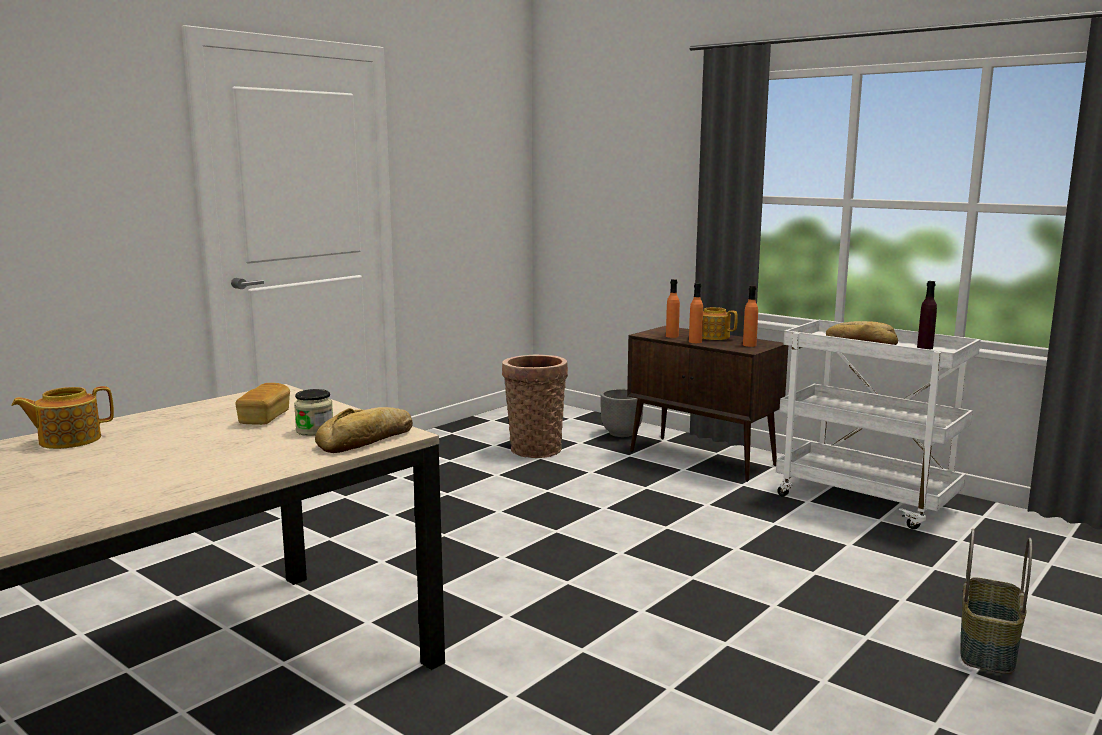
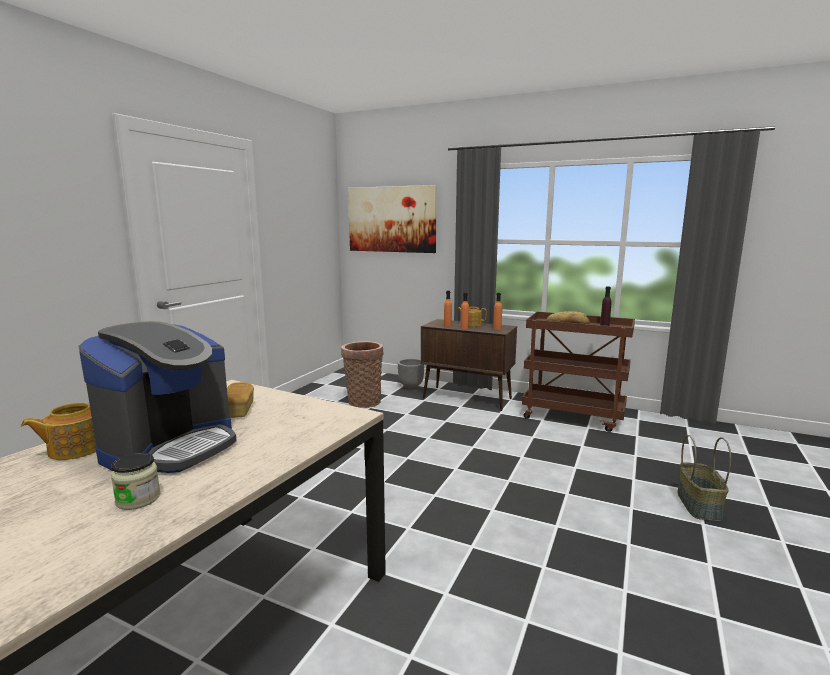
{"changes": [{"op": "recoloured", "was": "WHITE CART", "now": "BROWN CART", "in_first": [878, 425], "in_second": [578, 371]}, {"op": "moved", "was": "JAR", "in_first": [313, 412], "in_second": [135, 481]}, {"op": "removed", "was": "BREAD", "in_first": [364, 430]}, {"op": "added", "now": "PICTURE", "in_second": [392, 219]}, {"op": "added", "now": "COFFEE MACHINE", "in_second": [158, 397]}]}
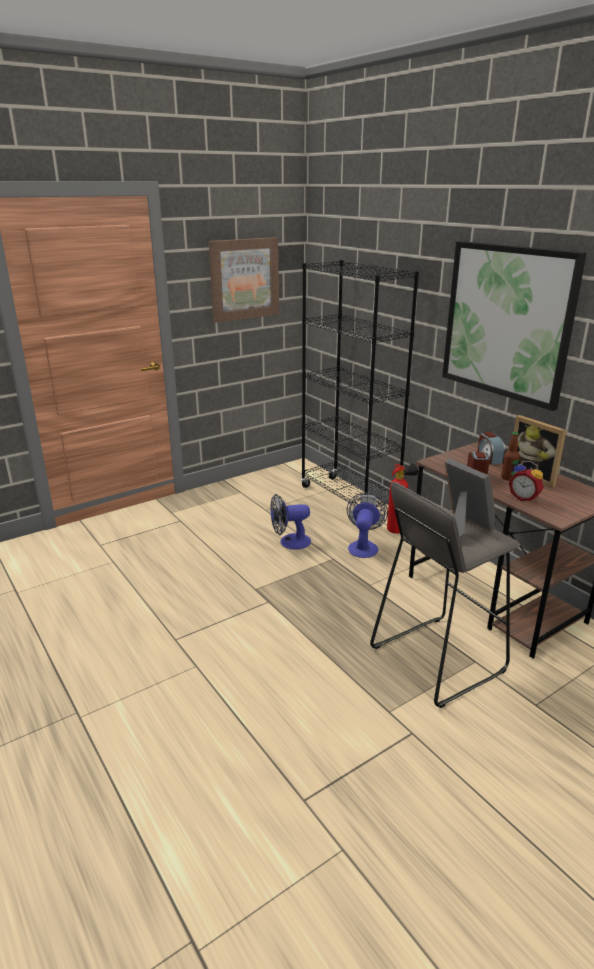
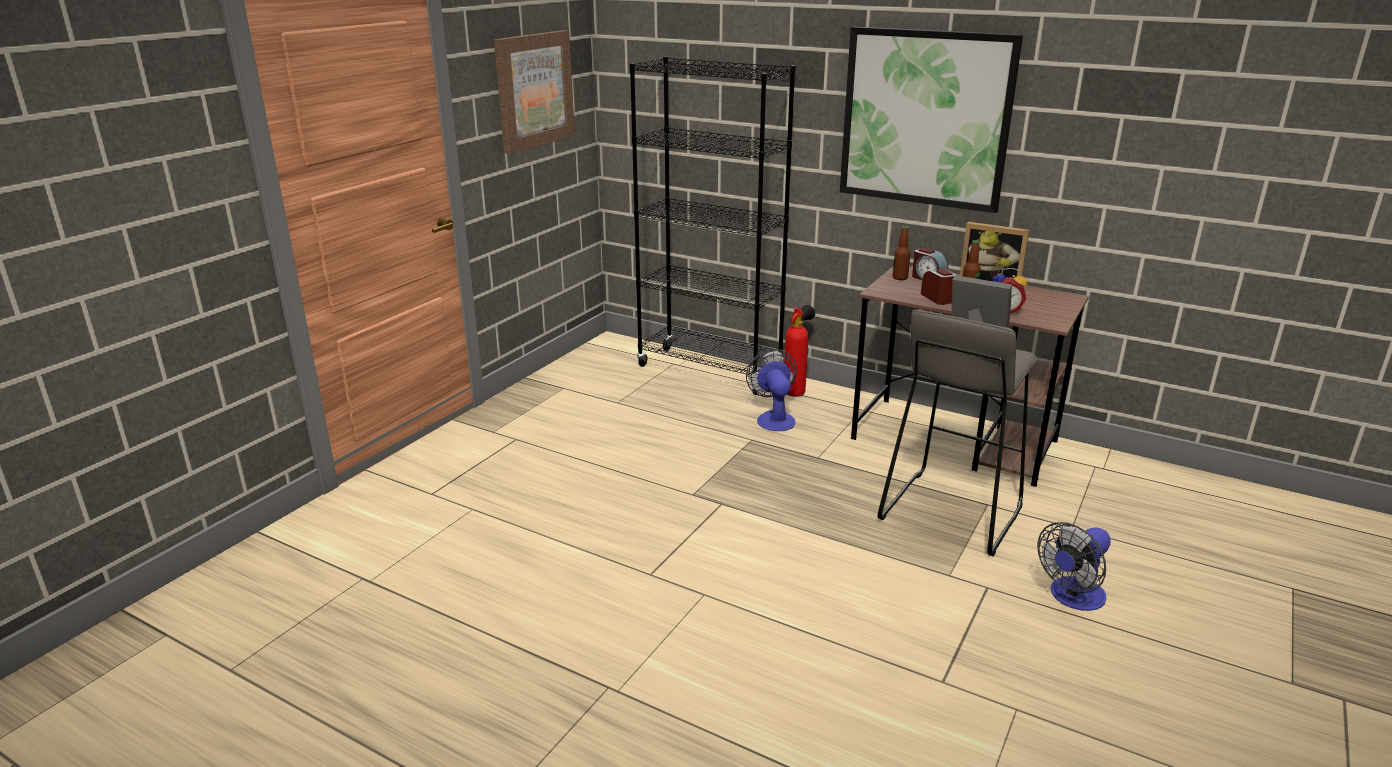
{"changes": [{"op": "moved", "was": "FAN", "in_first": [290, 522], "in_second": [1074, 566]}, {"op": "added", "now": "BOTTLE", "in_second": [901, 253]}]}
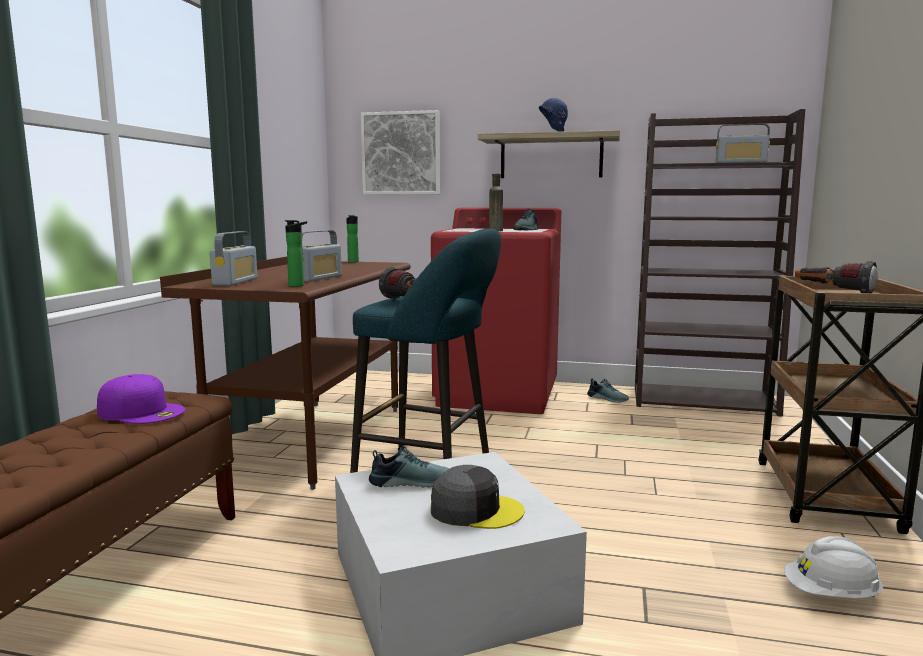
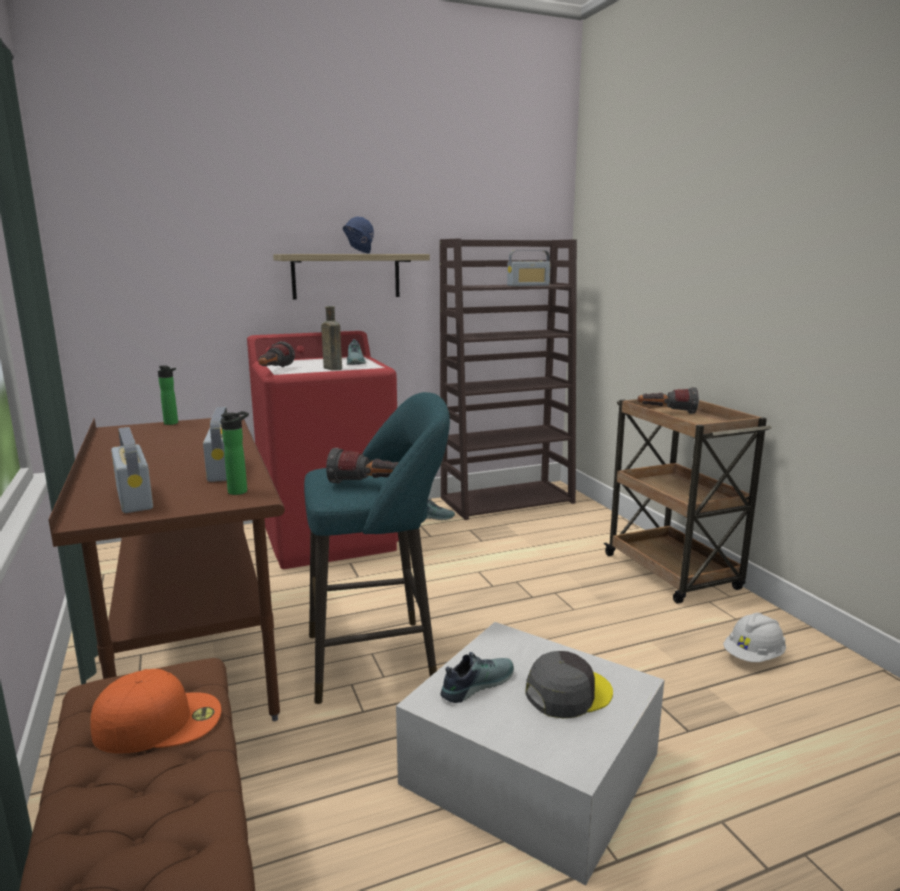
{"changes": [{"op": "removed", "was": "PICTURE", "in_first": [400, 152]}, {"op": "recoloured", "was": "PURPLE CAP", "now": "ORANGE CAP", "in_first": [141, 399], "in_second": [155, 711]}, {"op": "added", "now": "FLASHLIGHT", "in_second": [277, 354]}]}
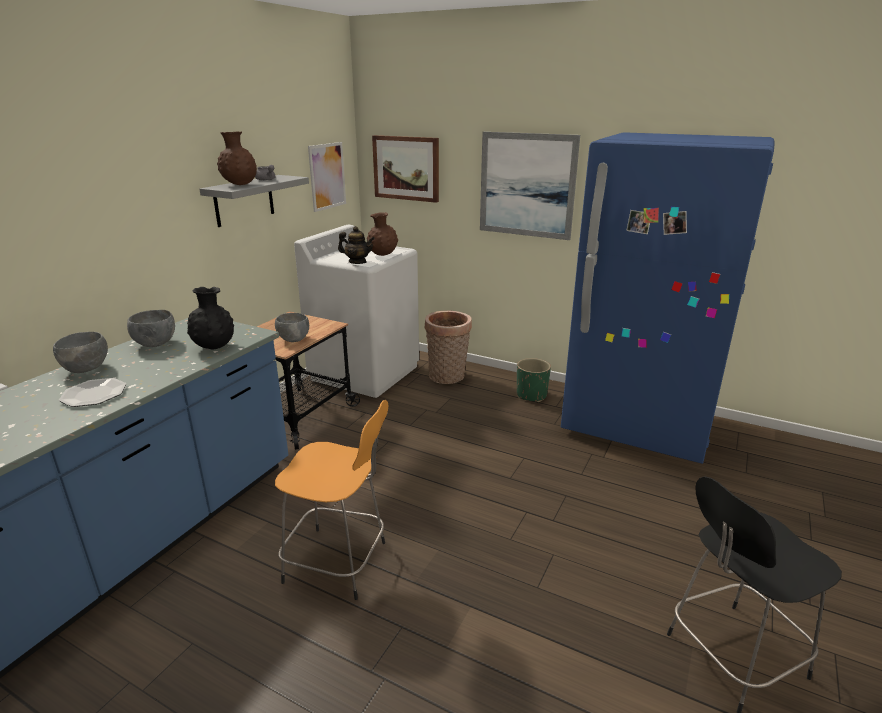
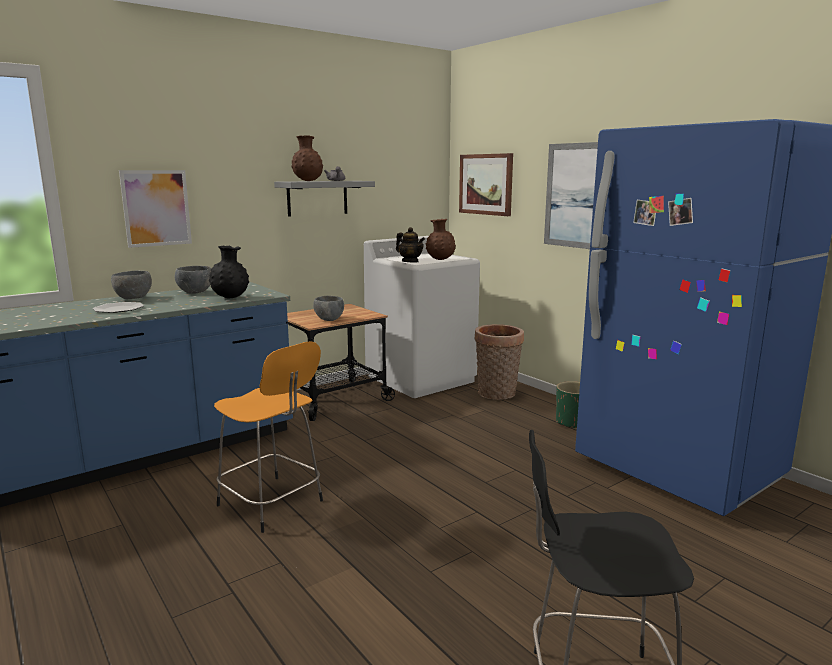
{"changes": [{"op": "moved", "was": "PICTURE", "in_first": [327, 177], "in_second": [155, 209]}]}
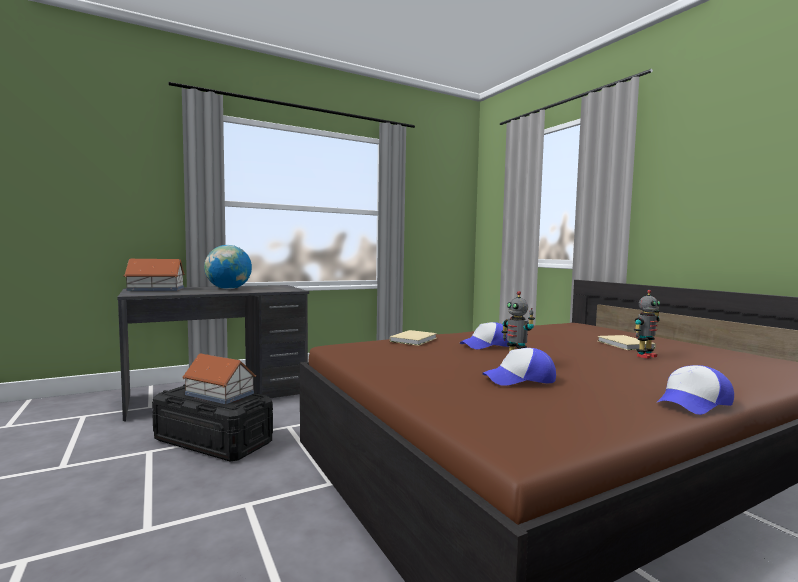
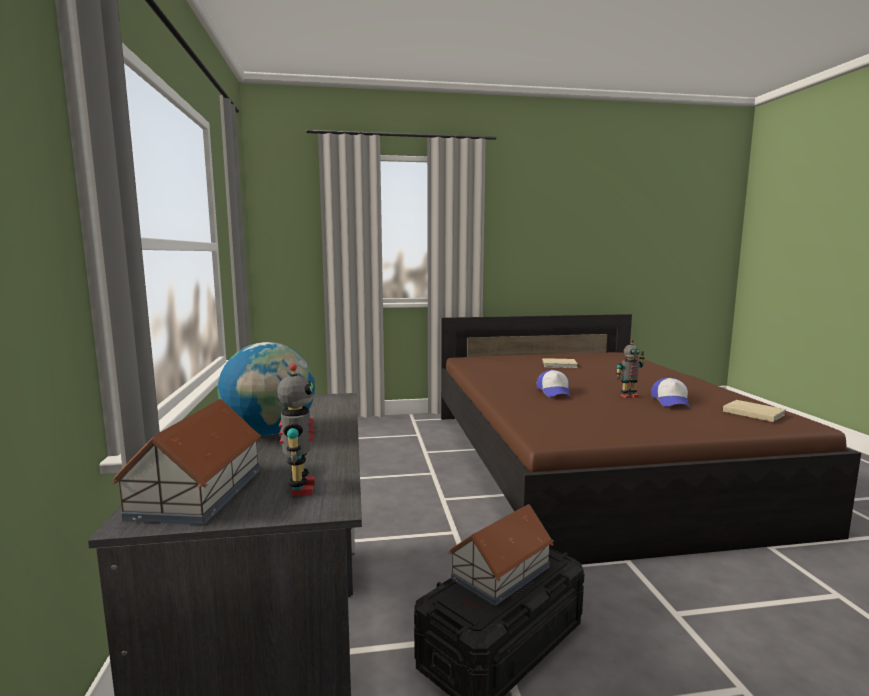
{"changes": [{"op": "moved", "was": "TOY ROBOT", "in_first": [647, 324], "in_second": [296, 430]}, {"op": "moved", "was": "BEIGE BOOK", "in_first": [413, 338], "in_second": [754, 411]}, {"op": "removed", "was": "CAP", "in_first": [695, 390]}]}
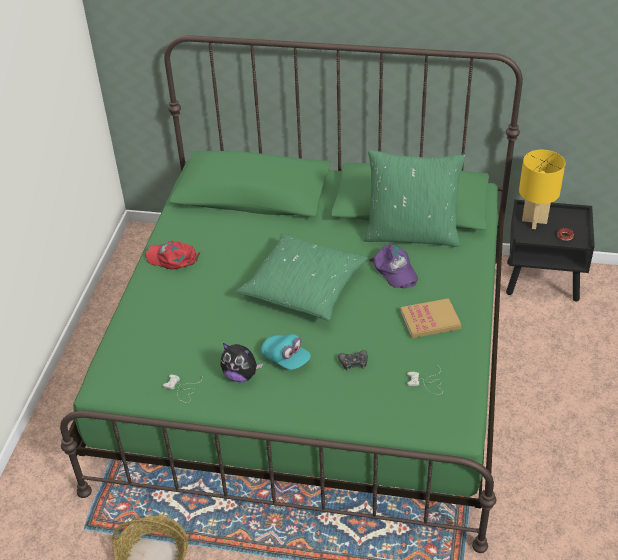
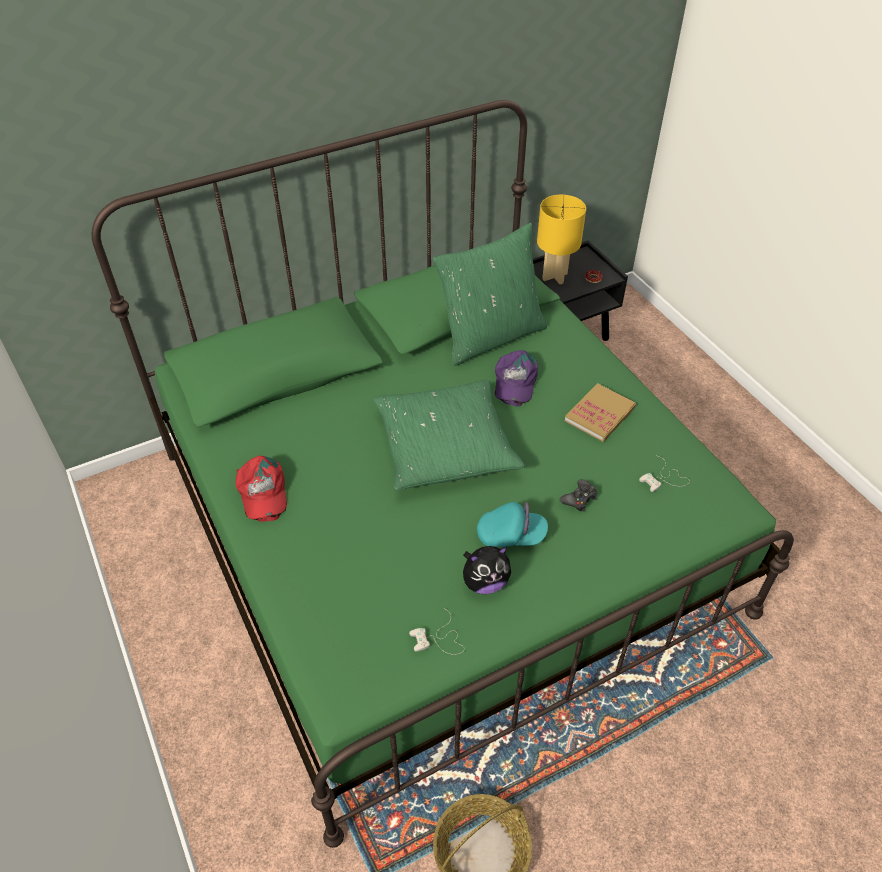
{"changes": [{"op": "turned", "was": "RED CAP", "in_first": [173, 255], "in_second": [261, 489], "clockwise": -90}, {"op": "turned", "was": "PURPLE CAP", "in_first": [393, 266], "in_second": [516, 378], "clockwise": 75}]}
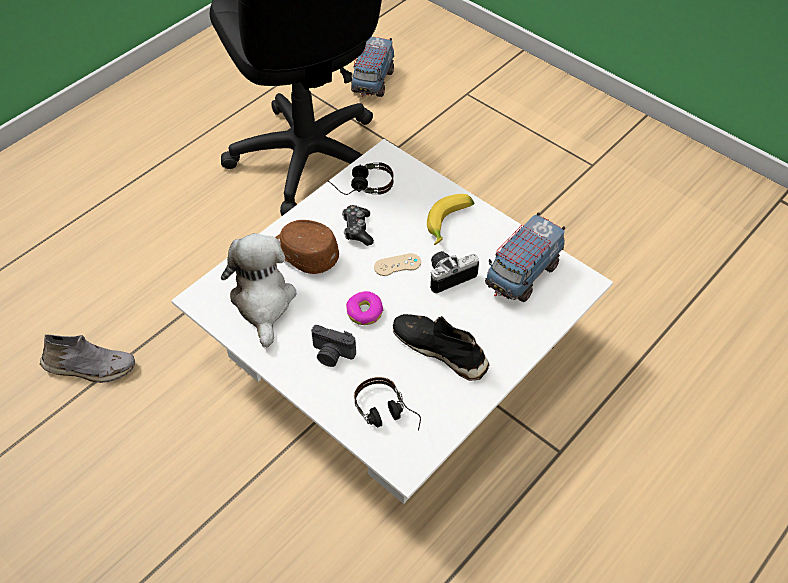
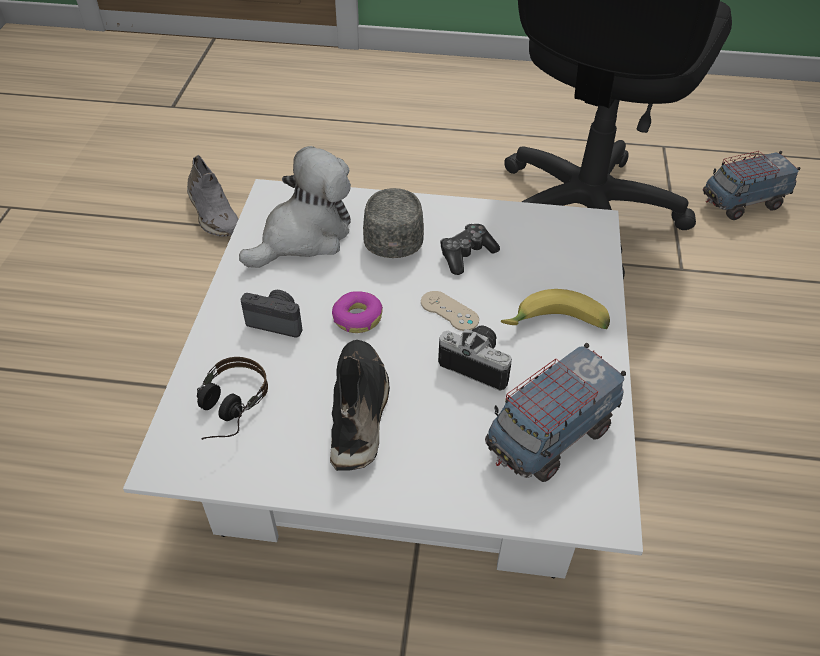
{"changes": [{"op": "removed", "was": "HEADPHONES", "in_first": [360, 178]}, {"op": "turned", "was": "TOY TRUCK", "in_first": [525, 257], "in_second": [555, 412], "clockwise": -45}, {"op": "recoloured", "was": "BROWN CAP", "now": "GREY CAP", "in_first": [307, 247], "in_second": [393, 223]}, {"op": "turned", "was": "PHOTO CAMERA", "in_first": [333, 346], "in_second": [271, 313], "clockwise": 120}]}
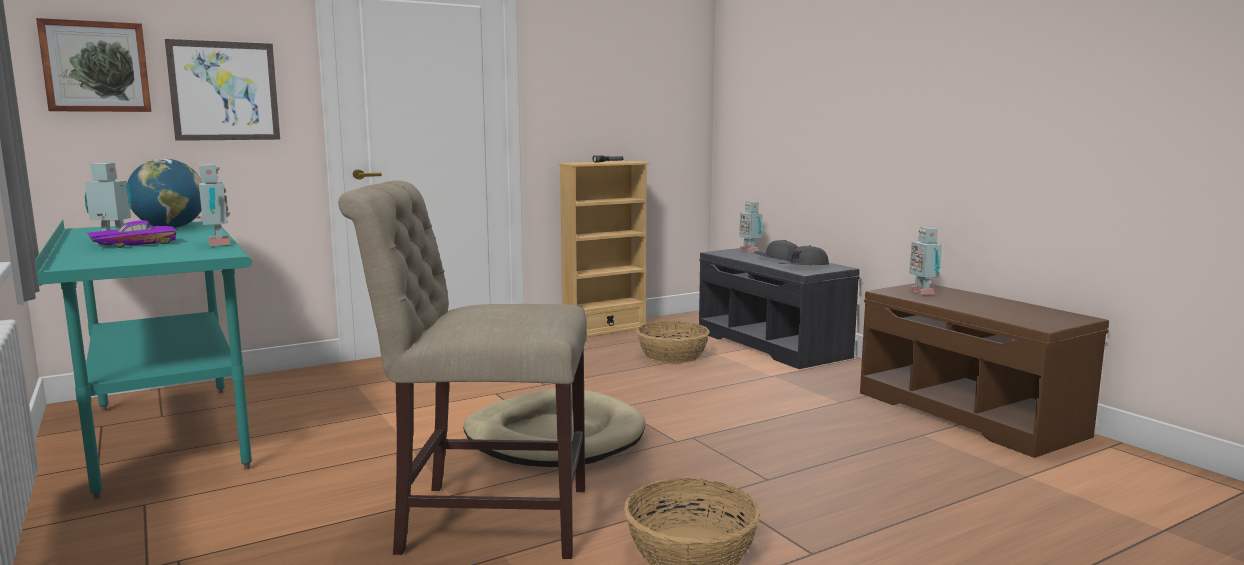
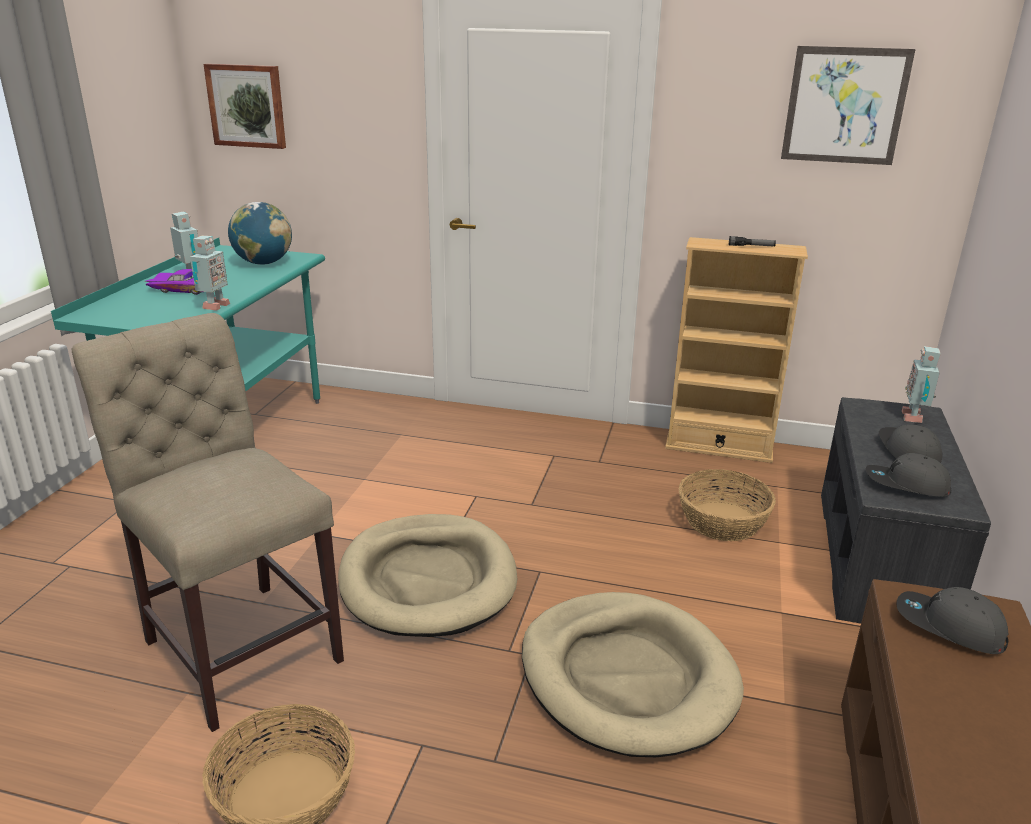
{"changes": [{"op": "moved", "was": "PICTURE", "in_first": [222, 90], "in_second": [848, 105]}, {"op": "replaced", "was": "TOY ROBOT", "now": "GREY CAP", "in_first": [925, 261], "in_second": [952, 620]}, {"op": "added", "now": "BEIGE DOG BED", "in_second": [633, 674]}]}
